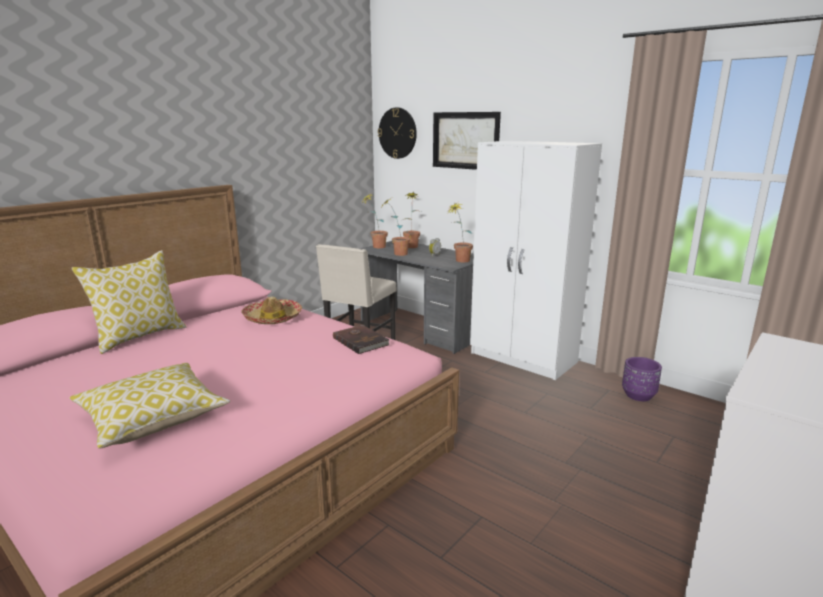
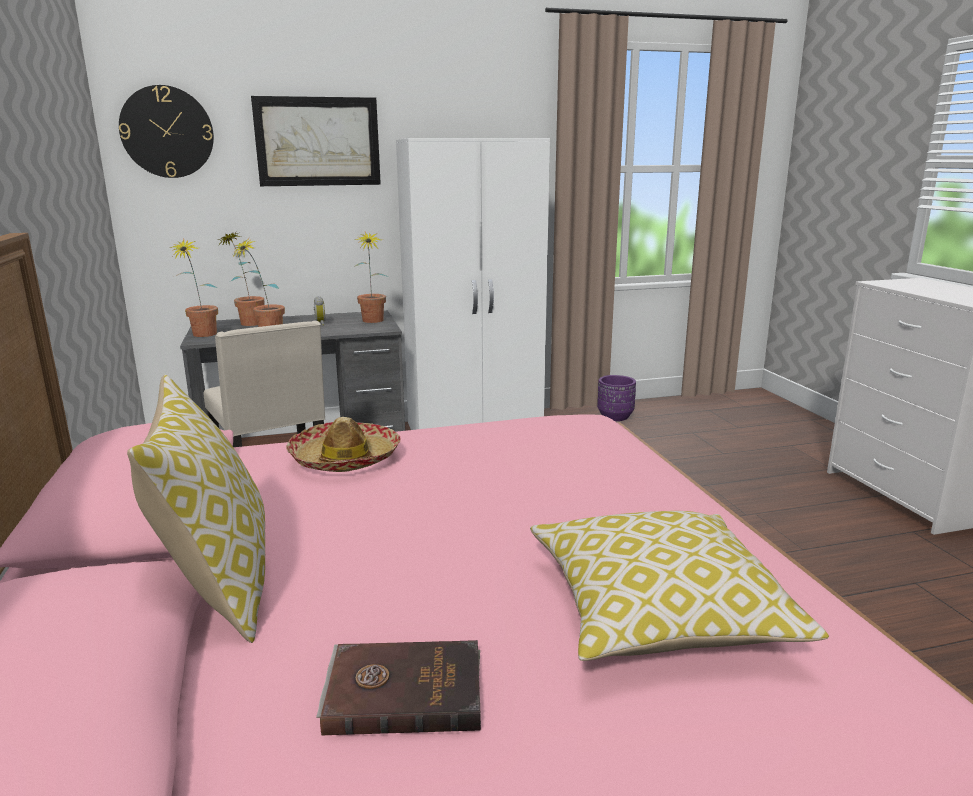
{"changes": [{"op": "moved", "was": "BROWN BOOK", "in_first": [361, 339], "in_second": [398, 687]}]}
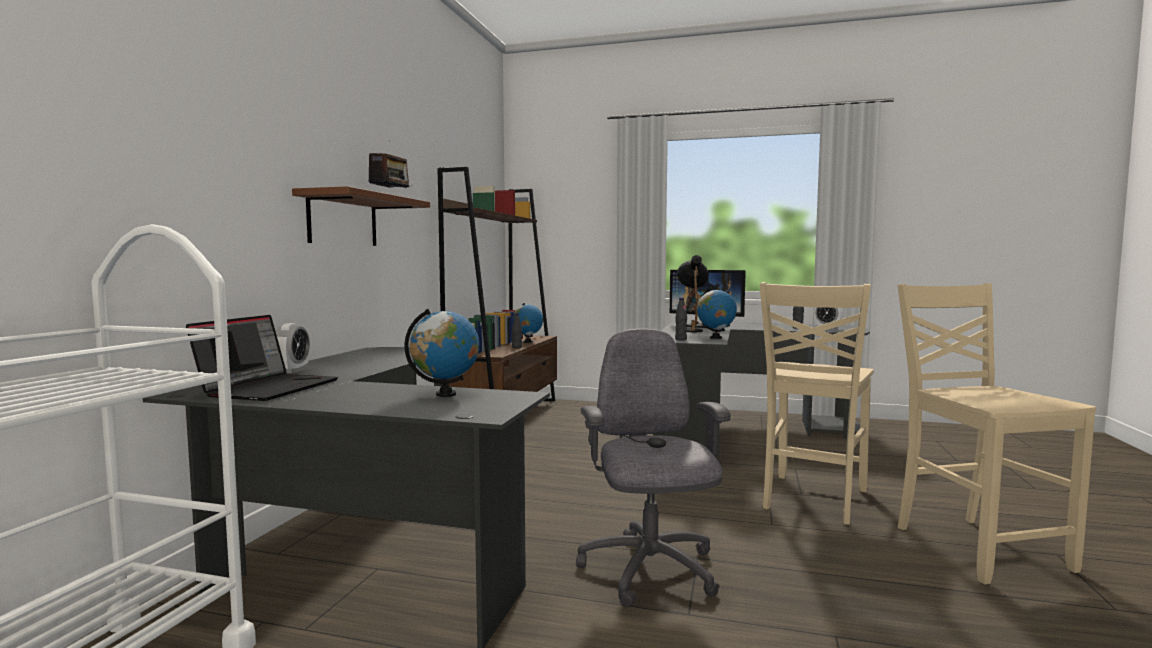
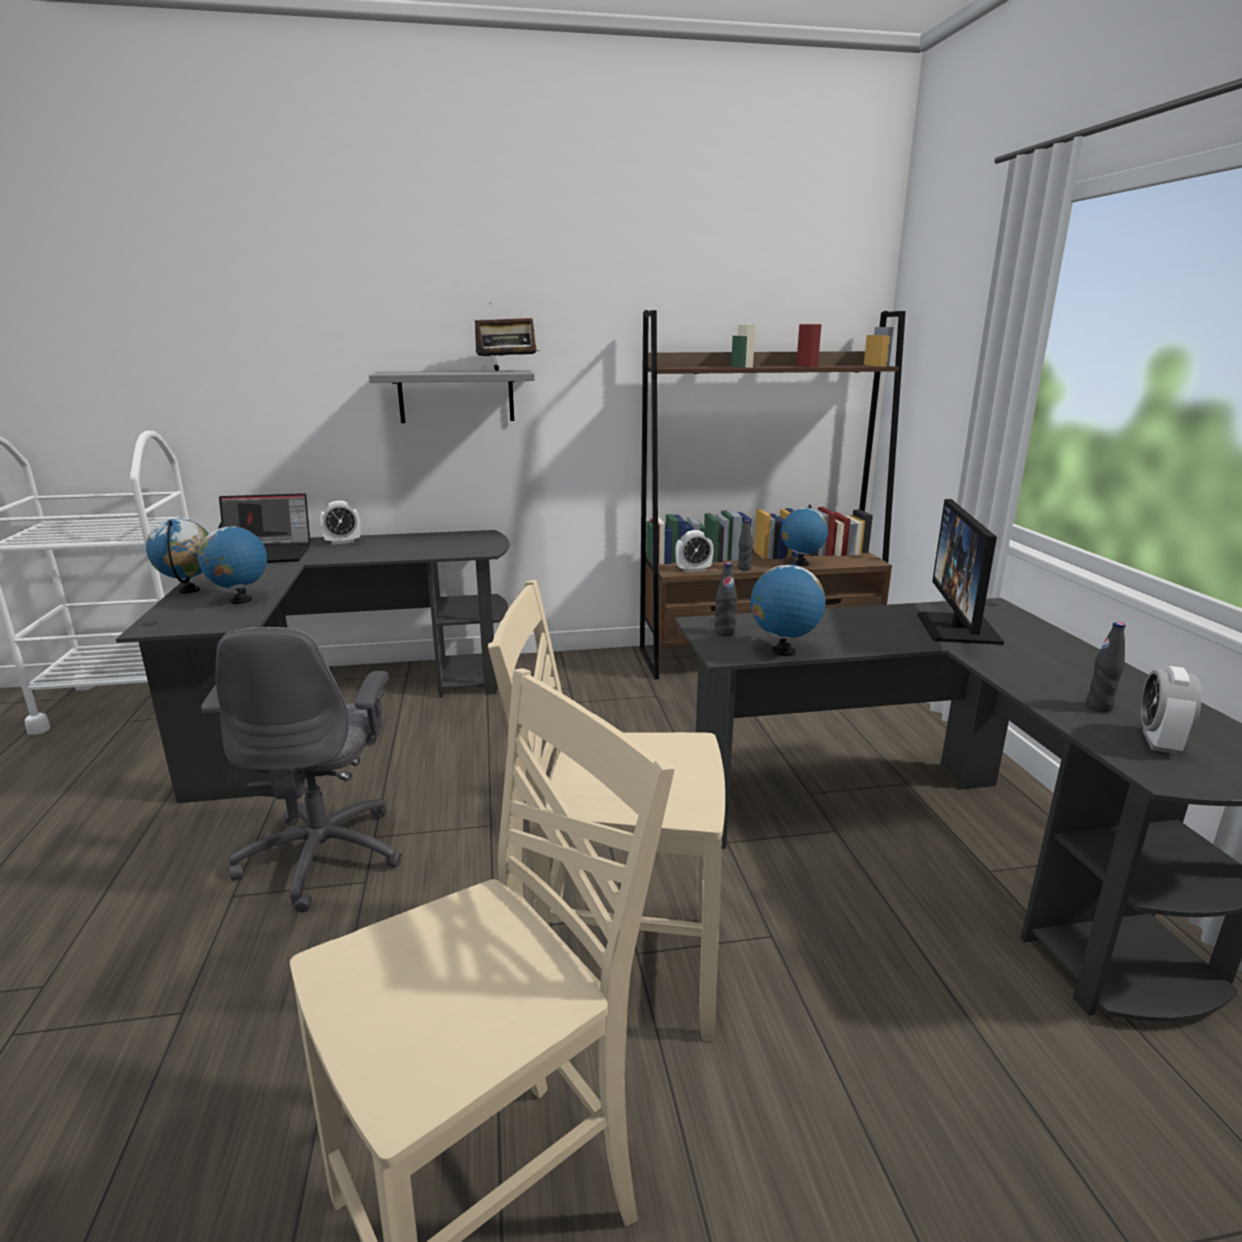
{"changes": [{"op": "recoloured", "was": "BROWN SHELF", "now": "GREY SHELF", "in_first": [361, 216], "in_second": [452, 396]}, {"op": "removed", "was": "BLACK TABLE LAMP", "in_first": [693, 293]}, {"op": "turned", "was": "GREY OFFICE CHAIR", "in_first": [653, 468], "in_second": [301, 769], "clockwise": 120}, {"op": "added", "now": "GLOBE", "in_second": [177, 556]}, {"op": "added", "now": "ALARM CLOCK", "in_second": [694, 551]}]}
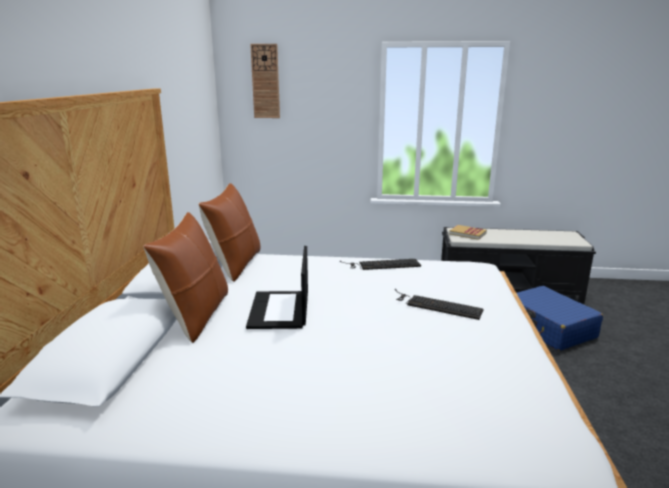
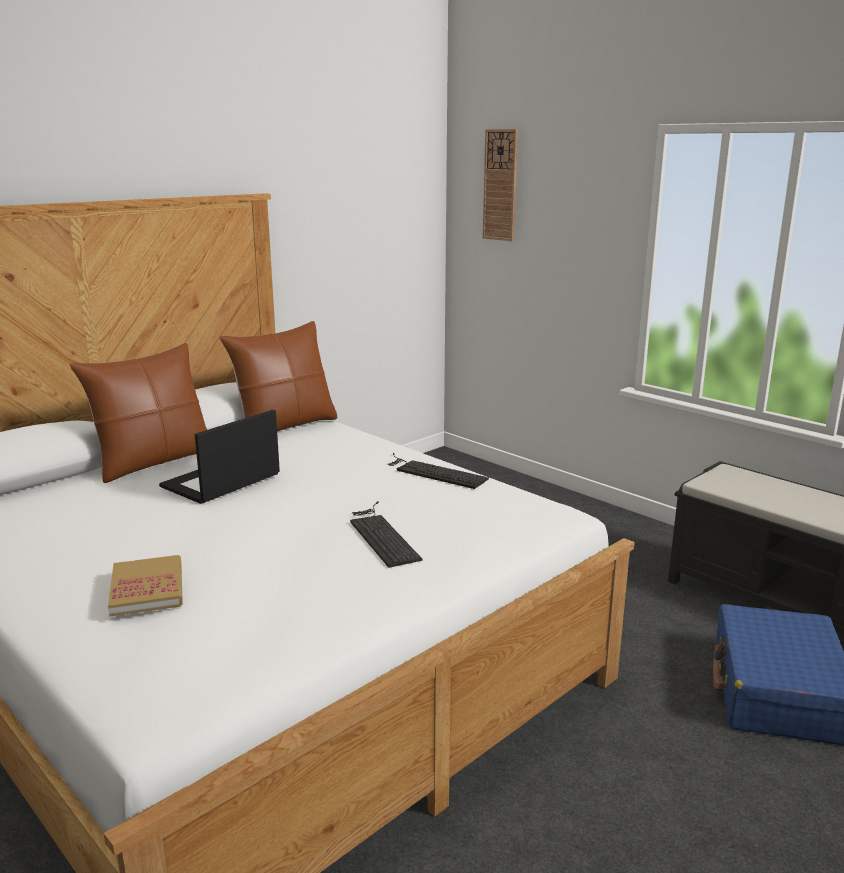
{"changes": [{"op": "moved", "was": "BOOK", "in_first": [468, 232], "in_second": [145, 585]}]}
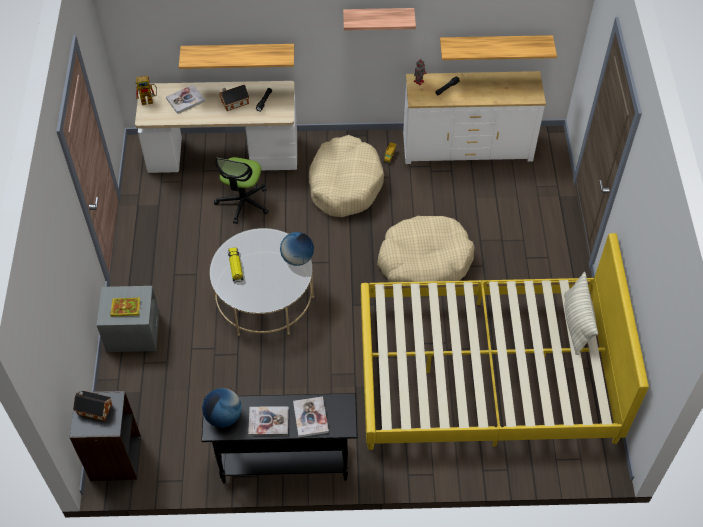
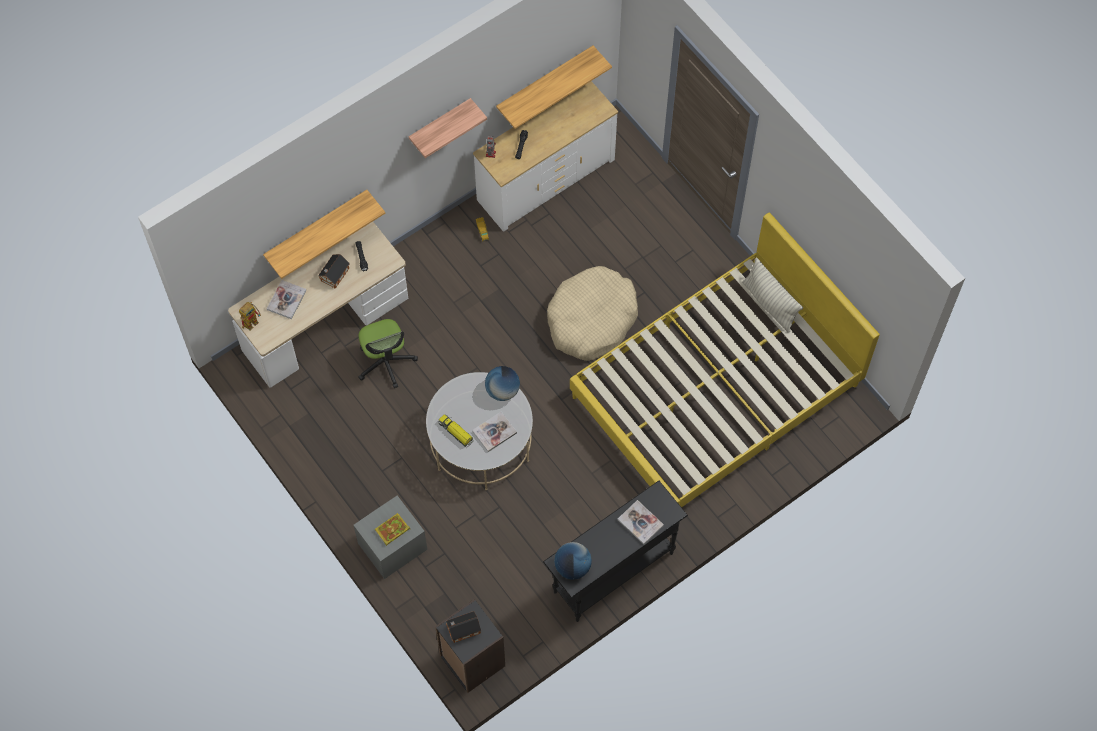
{"changes": [{"op": "removed", "was": "BEIGE DOG BED", "in_first": [346, 176]}, {"op": "moved", "was": "BOOK", "in_first": [268, 421], "in_second": [494, 432]}]}
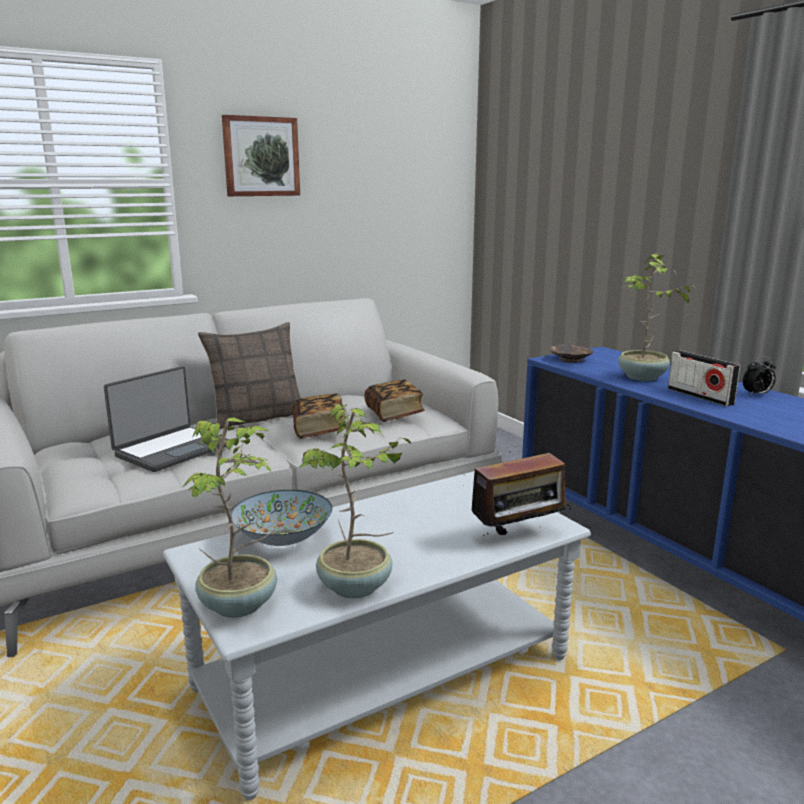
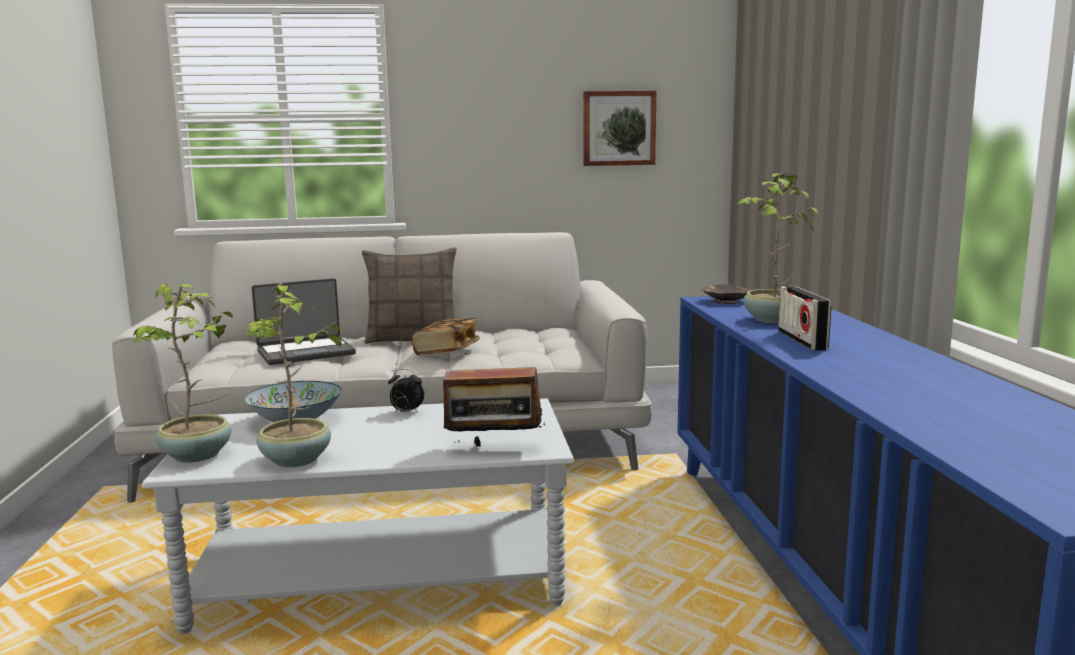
{"changes": [{"op": "moved", "was": "PICTURE", "in_first": [261, 155], "in_second": [619, 128]}, {"op": "moved", "was": "ALARM CLOCK", "in_first": [759, 376], "in_second": [406, 391]}, {"op": "removed", "was": "BOOK", "in_first": [394, 401]}]}
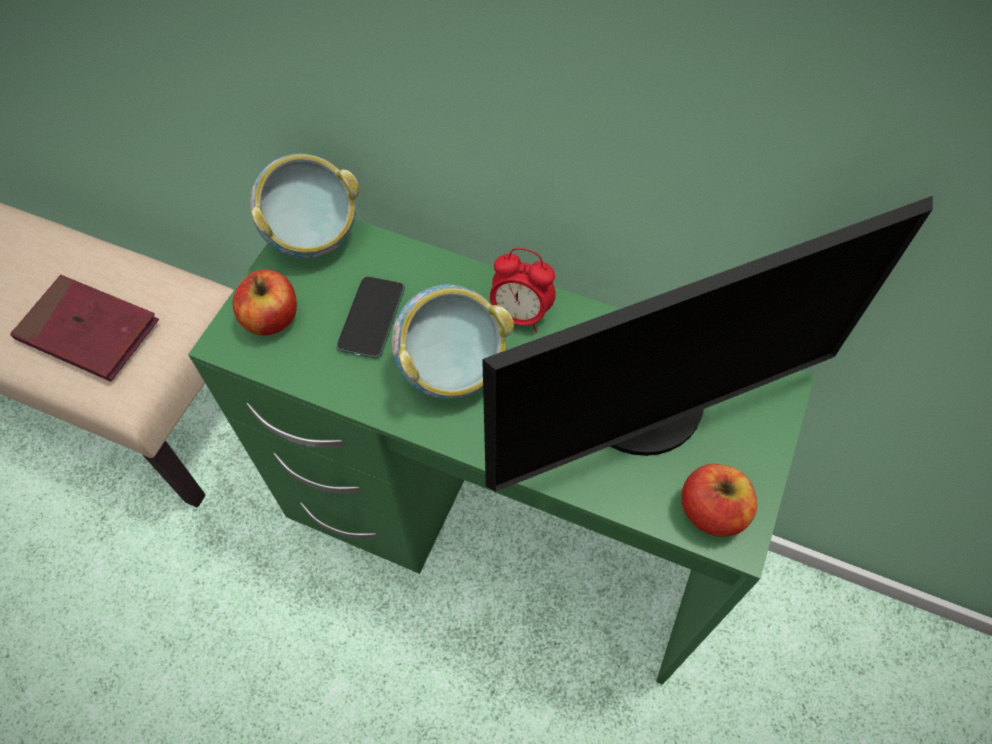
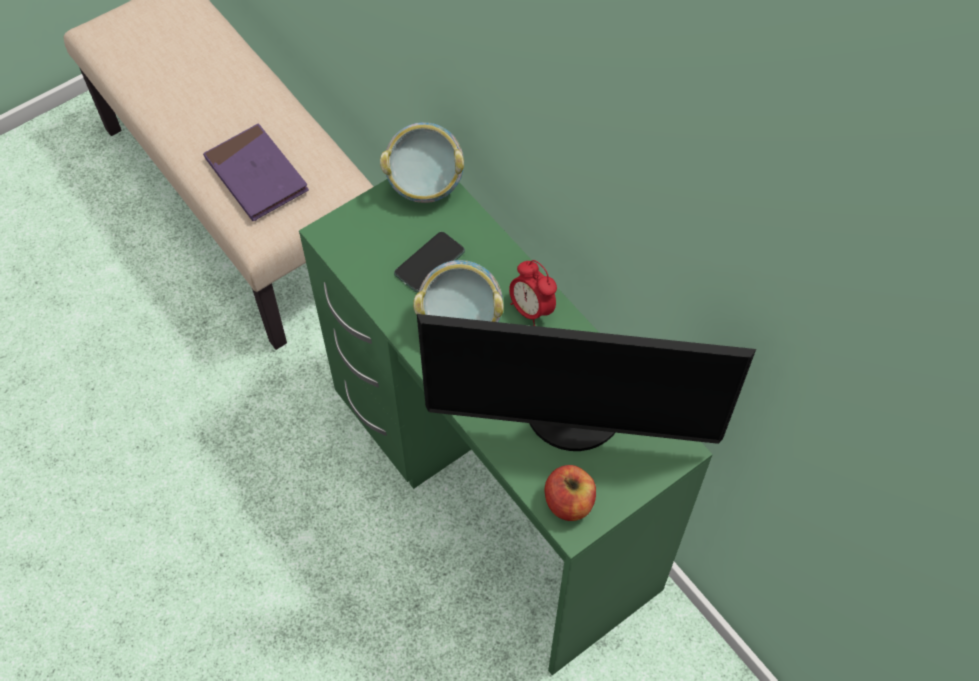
{"changes": [{"op": "removed", "was": "APPLE", "in_first": [264, 303]}, {"op": "recoloured", "was": "RED BOOK", "now": "PURPLE BOOK", "in_first": [84, 328], "in_second": [256, 172]}]}
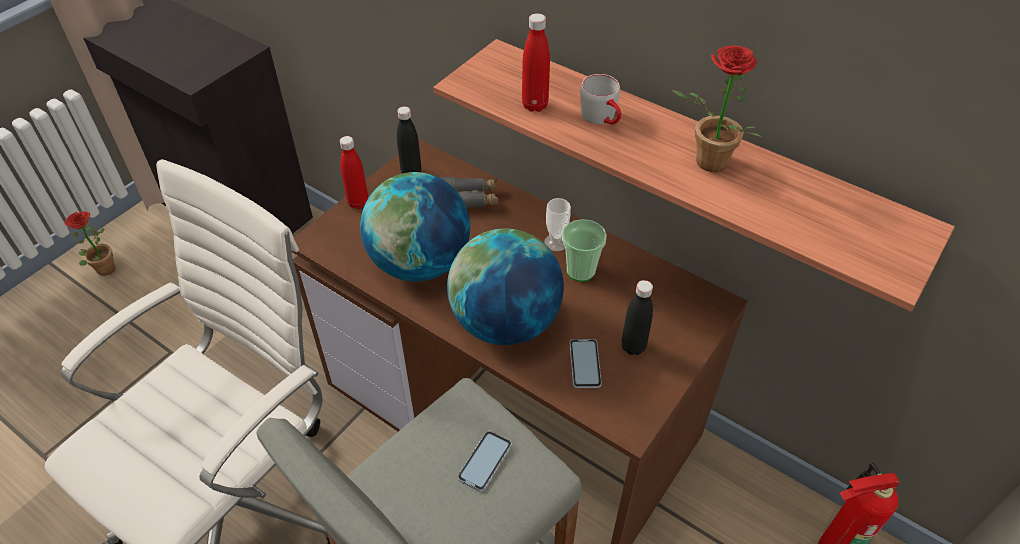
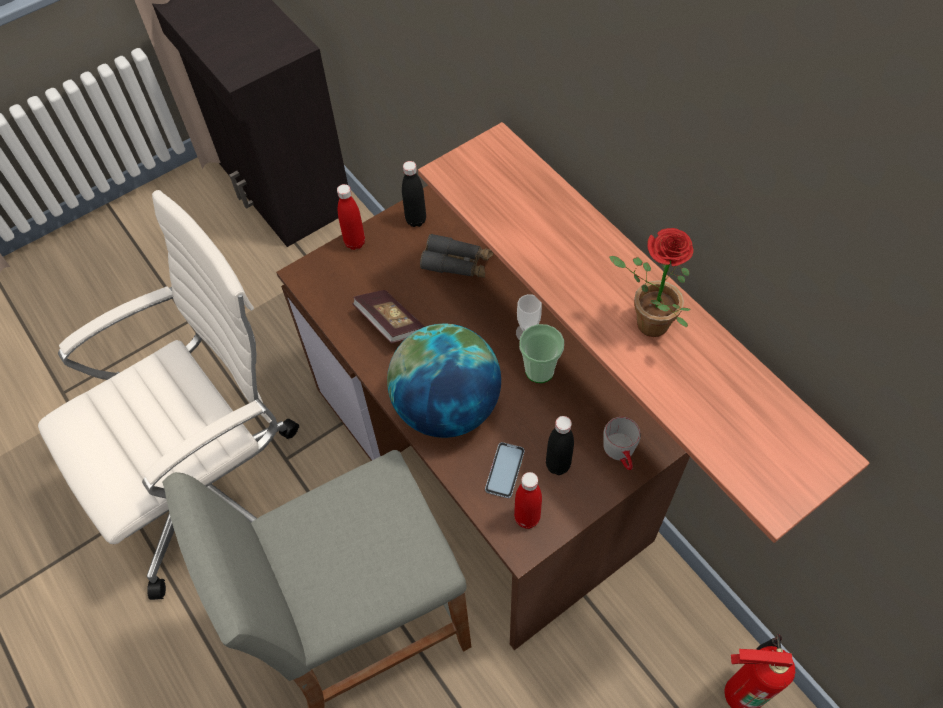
{"changes": [{"op": "moved", "was": "RED BOTTLE", "in_first": [536, 62], "in_second": [528, 500]}, {"op": "moved", "was": "GREY MUG", "in_first": [601, 99], "in_second": [622, 443]}, {"op": "replaced", "was": "GLOBE", "now": "BOOK", "in_first": [415, 227], "in_second": [388, 316]}, {"op": "removed", "was": "POTTED PLANT", "in_first": [90, 243]}, {"op": "removed", "was": "PHONE", "in_first": [485, 461]}]}
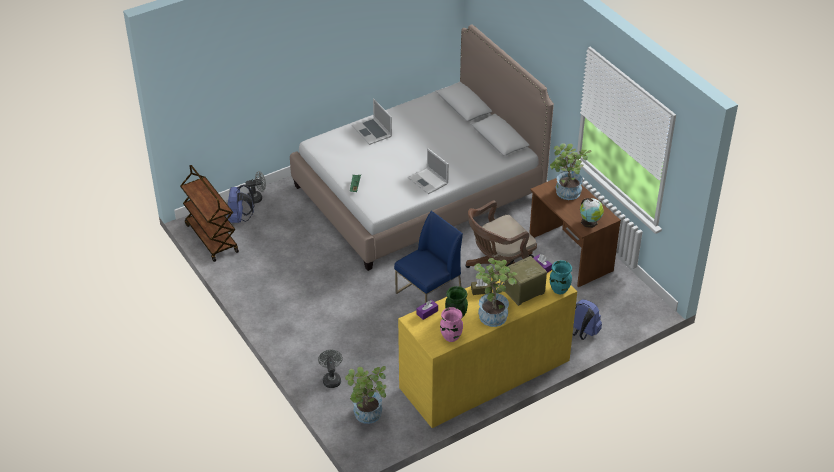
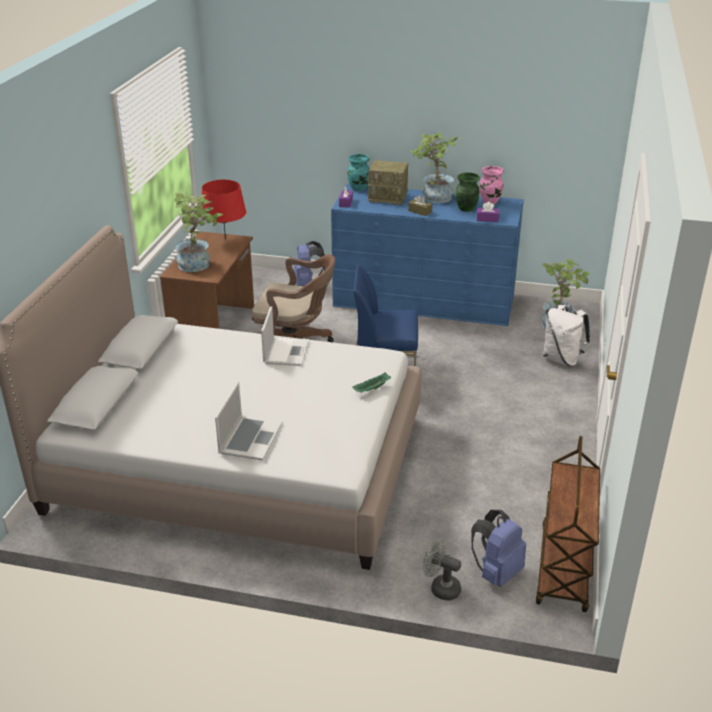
{"changes": [{"op": "replaced", "was": "GLOBE", "now": "RED TABLE LAMP", "in_first": [592, 213], "in_second": [224, 210]}, {"op": "recoloured", "was": "YELLOW DRESSER", "now": "BLUE DRESSER", "in_first": [487, 349], "in_second": [427, 255]}, {"op": "replaced", "was": "GREY FAN", "now": "WHITE BACKPACK", "in_first": [330, 369], "in_second": [566, 336]}]}
